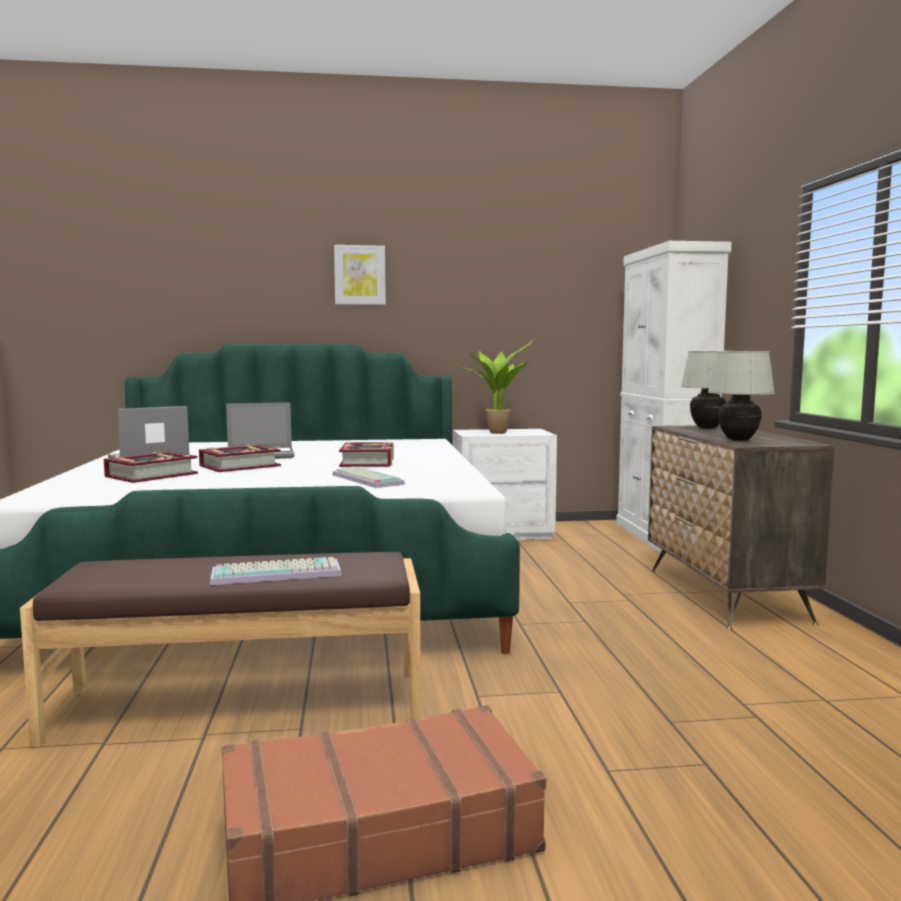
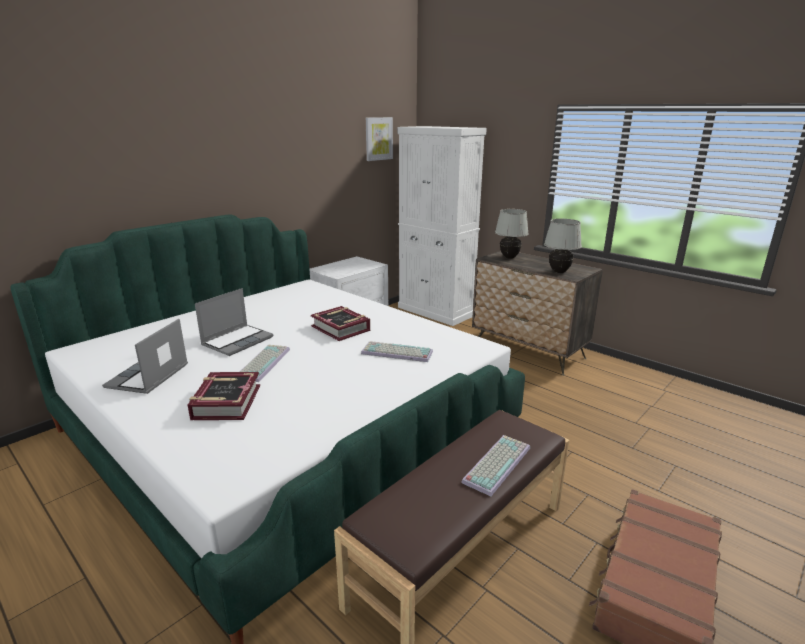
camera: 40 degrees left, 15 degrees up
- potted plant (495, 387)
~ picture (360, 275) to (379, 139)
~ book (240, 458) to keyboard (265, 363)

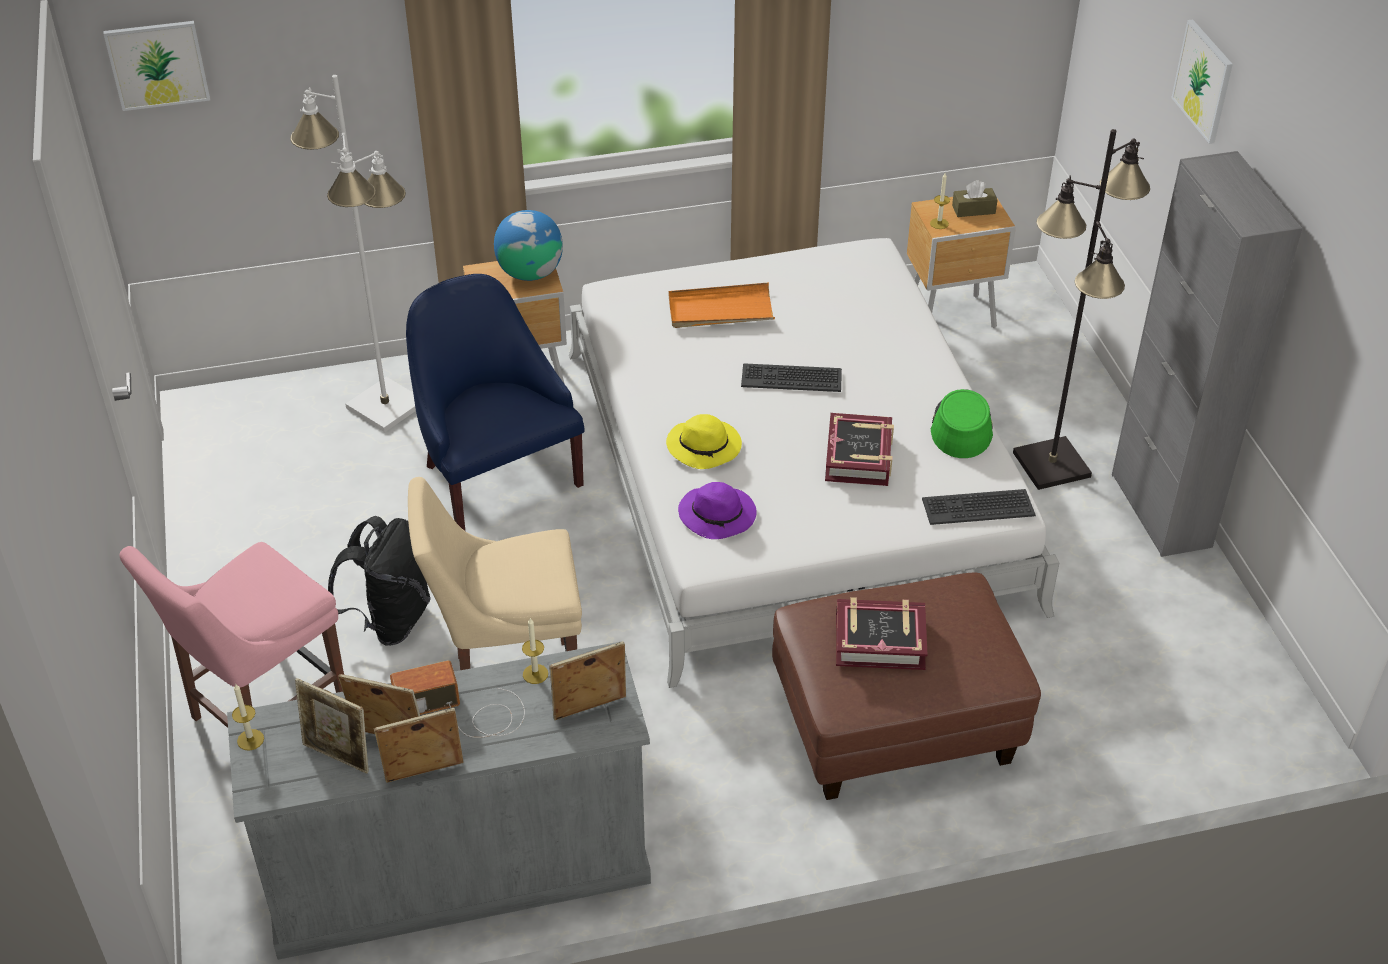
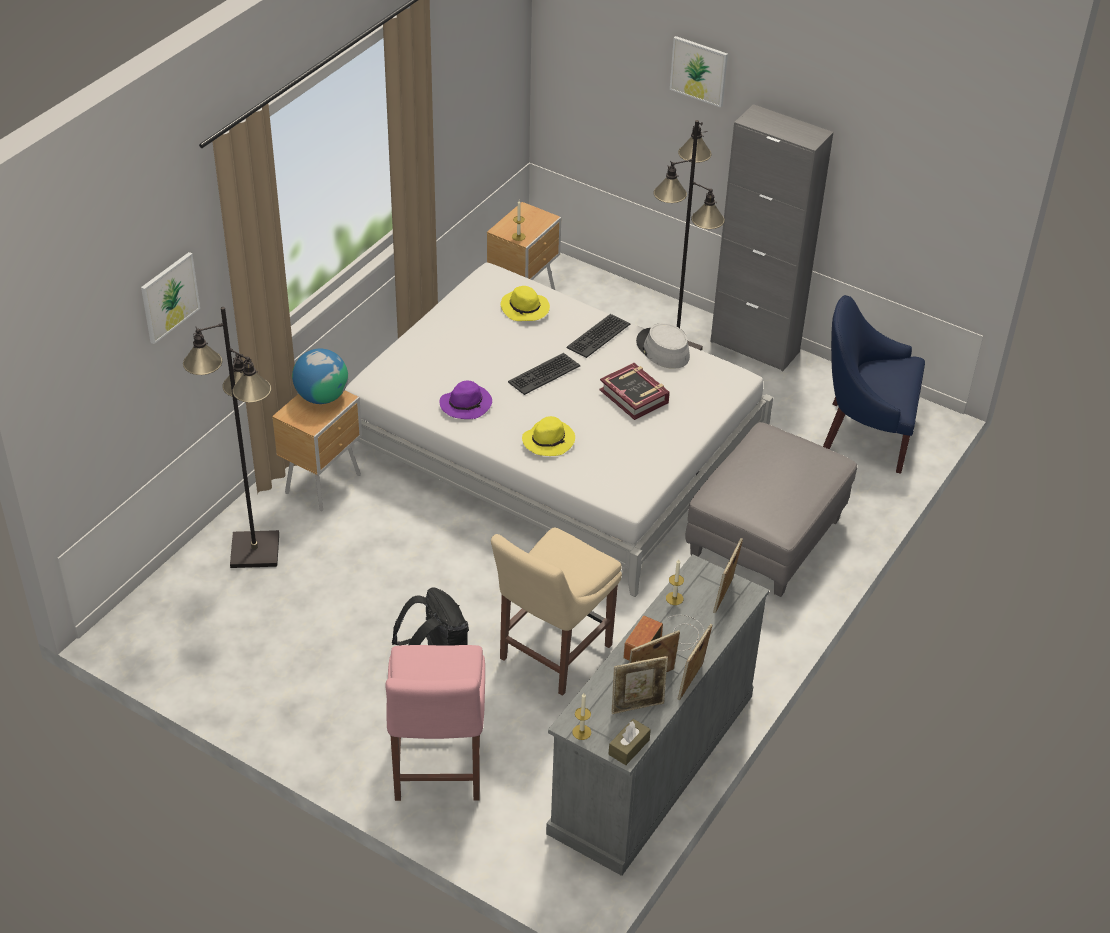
camera: 45 degrees left, 0 degrees up
- tray in orange (722, 305)
- book (882, 633)
+ hat in yellow (525, 303)
~ picture (156, 66) to (170, 298)
~ armchair in blue (495, 402) to (874, 384)
~ hat in purple (717, 510) to (465, 400)
~ keyboard (979, 507) to (598, 336)
~ tissue box in brown (975, 198) to (630, 742)
~ floor lamp in white (353, 253) to floor lamp in black (231, 437)
~ ottoman in brown (906, 686) to ottoman in grey (771, 509)
~ hat in green (962, 423) to hat in grey (663, 346)

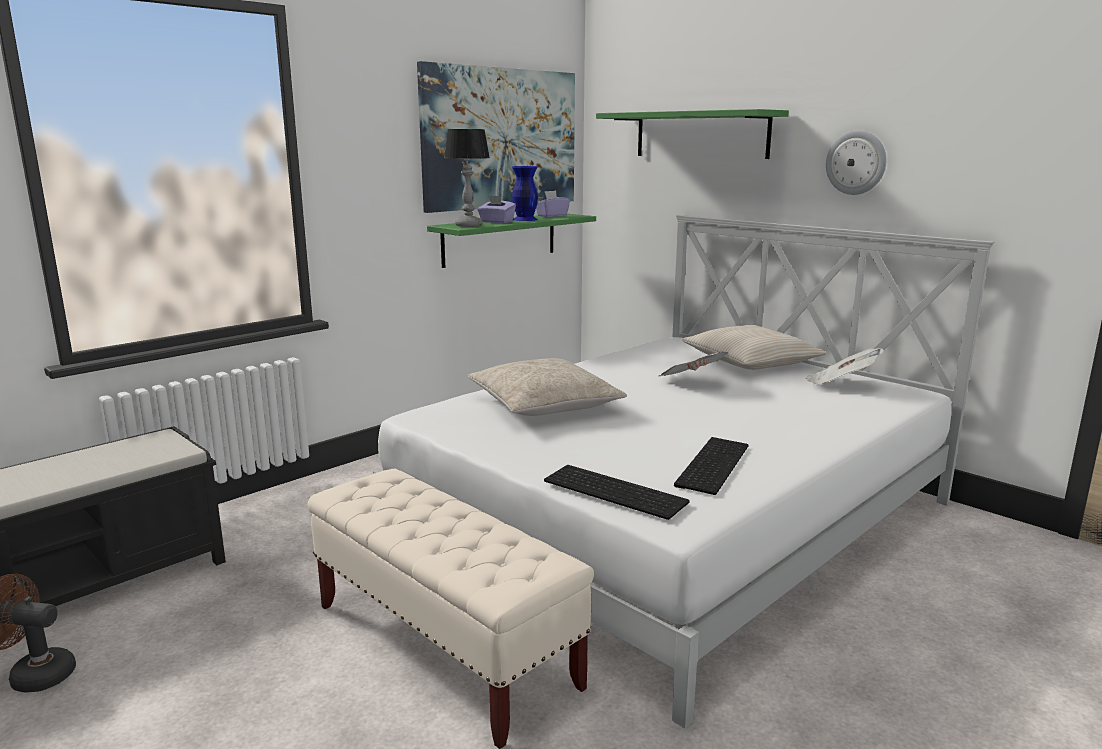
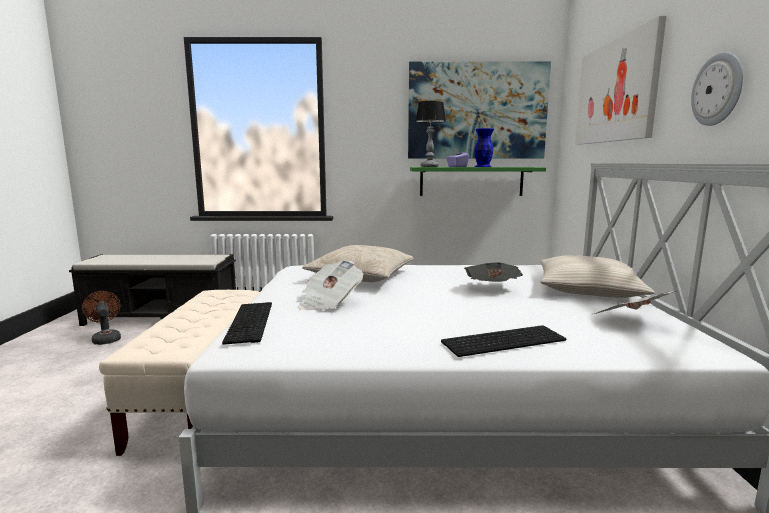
camera: 45 degrees right, 5 degrees down
- tissue box in purple (553, 204)
+ newspaper (330, 285)
~ keyboard (711, 466) to (503, 341)
~ shelf in green (692, 134) to picture (621, 80)

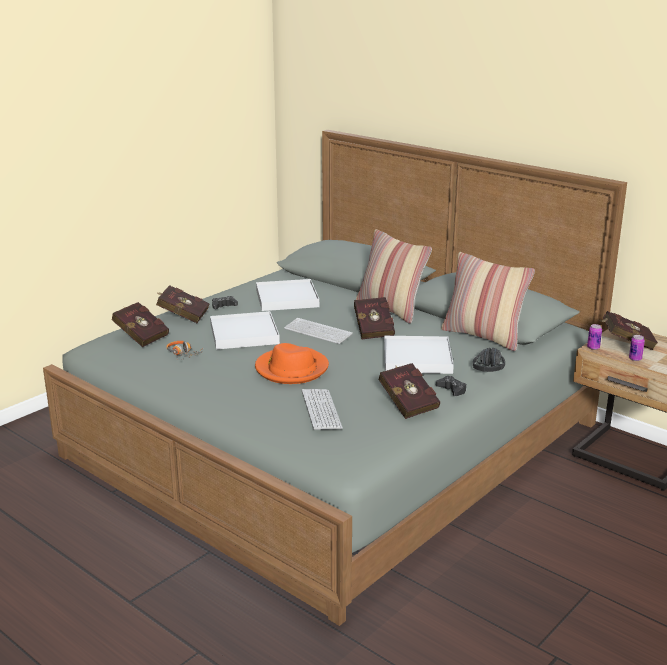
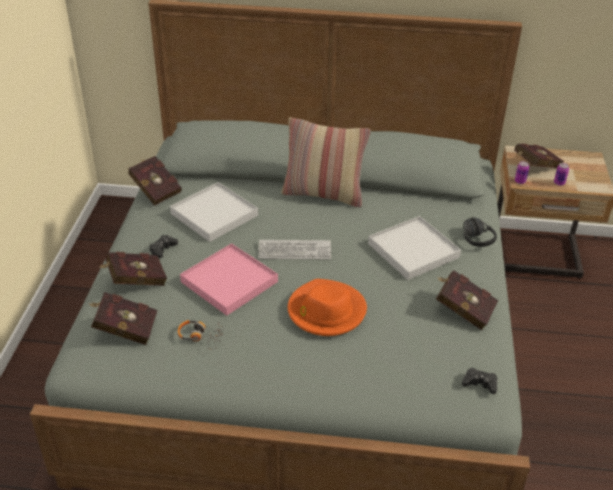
camera: 35 degrees left, 15 degrees up
- keyboard (322, 409)
- pillow (488, 301)
~ book in red (374, 318) to (155, 181)
~ game controller in black (451, 386) to (479, 381)
~ tray in white (245, 330) to tray in pink (229, 279)

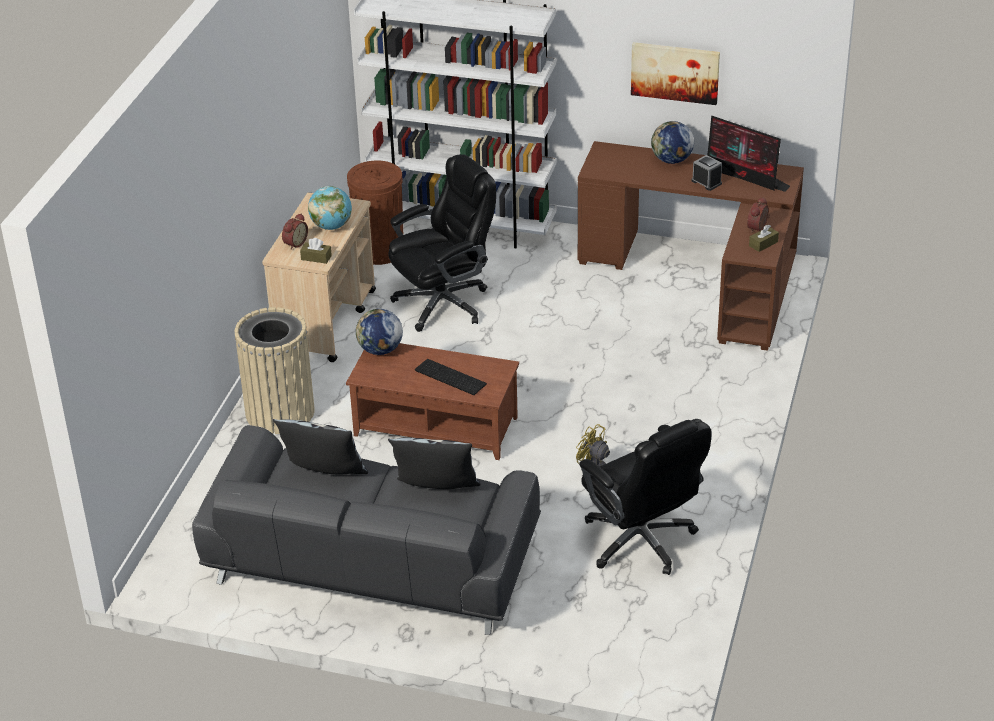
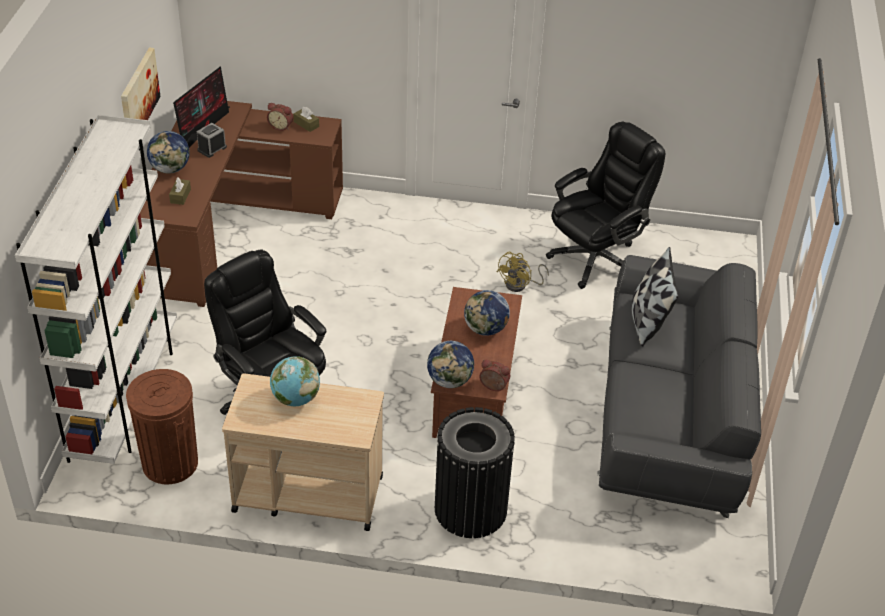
camera: 100 degrees left, 5 degrees up
- pillow (320, 447)
~ alarm clock (295, 231) to (495, 375)
~ tissue box in brown (316, 251) to (180, 191)
~ keyboard (451, 377) to globe (487, 313)
~ trash can in beige (275, 370) to trash can in black (475, 472)

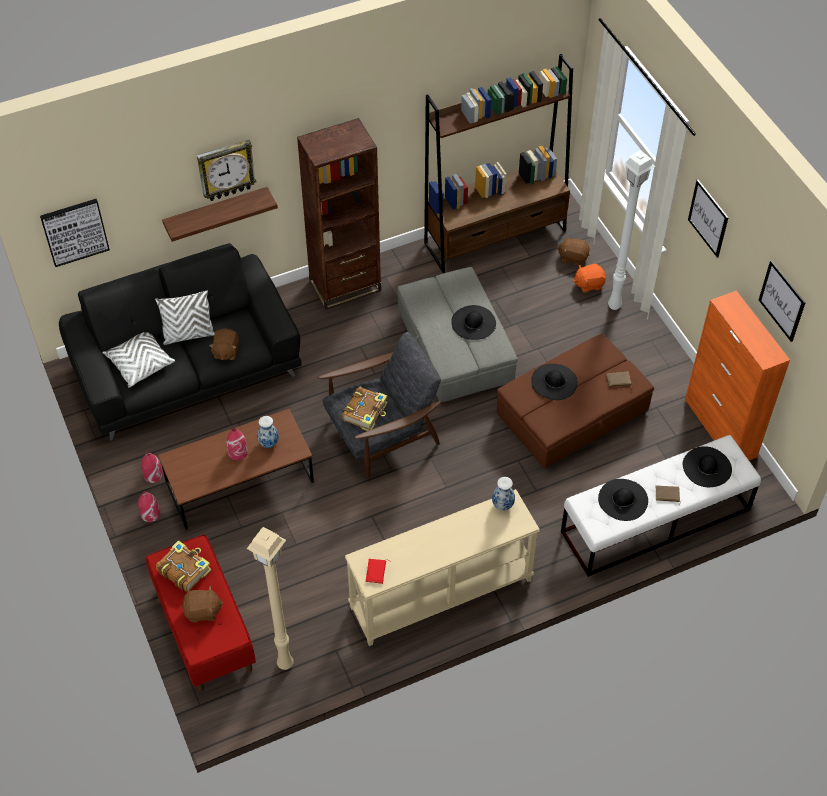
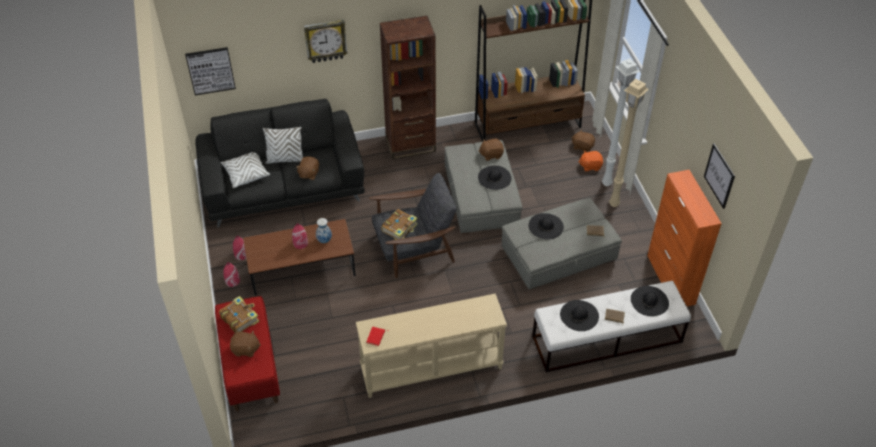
camera: 10 degrees right, 5 degrees down
- shelf (220, 214)
- vase (503, 494)
- picture (708, 219)
+ plush toy in brown (491, 149)
~ floor lamp in beige (270, 598) to (629, 143)
~ ottoman in brown (575, 401) to ottoman in grey (562, 244)

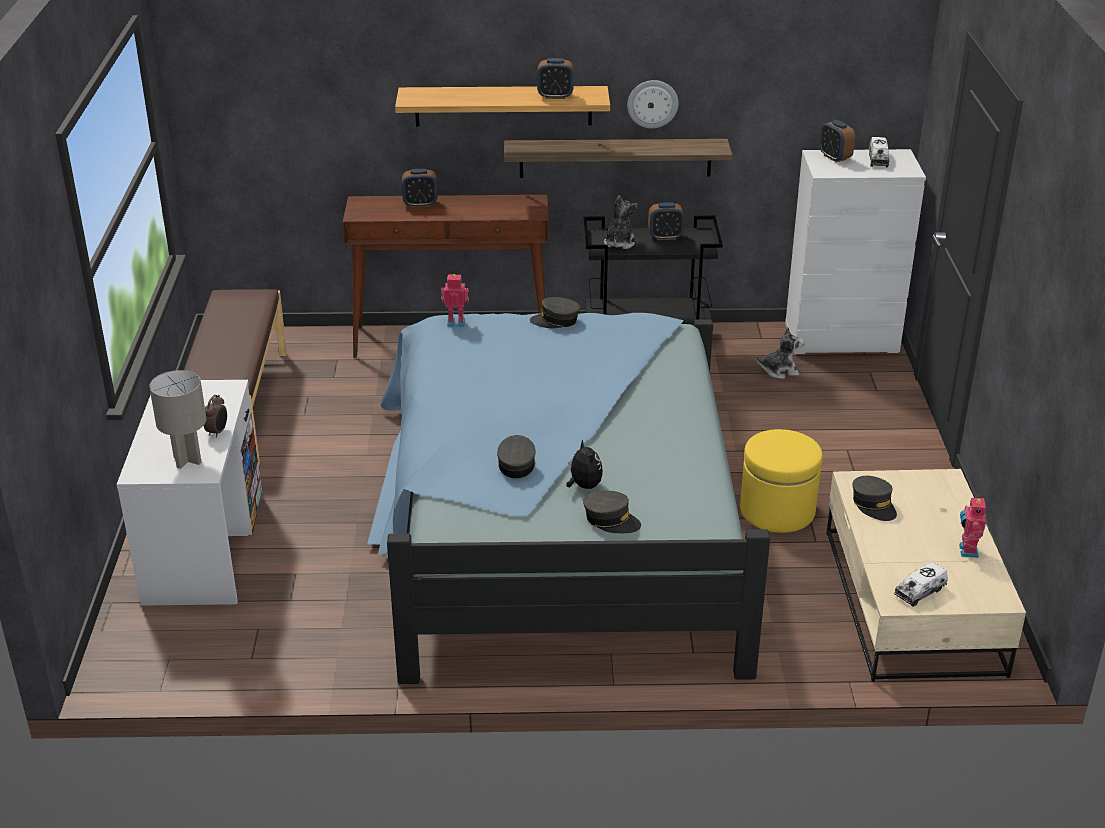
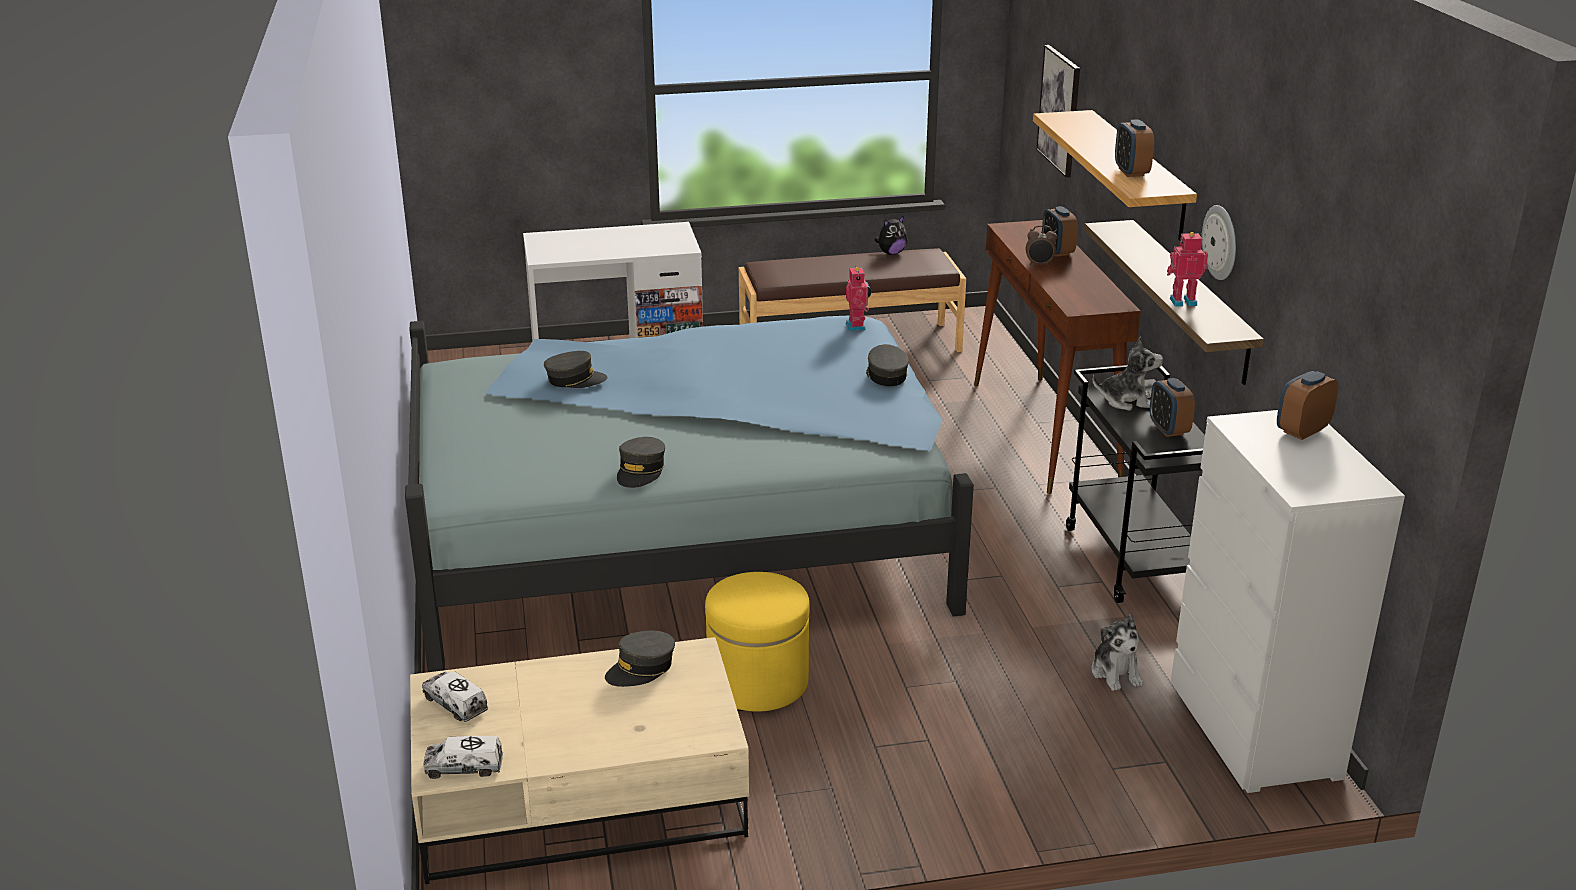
camera: 80 degrees right, 5 degrees down
- table lamp in grey (178, 419)
+ picture (1058, 111)
~ alarm clock (215, 416) to (1041, 246)
~ plush toy (584, 464) to (891, 235)
~ cap in grey (612, 511) to (641, 462)
~ toy truck (879, 152) to (463, 757)
~ toy robot (972, 527) to (1187, 269)

